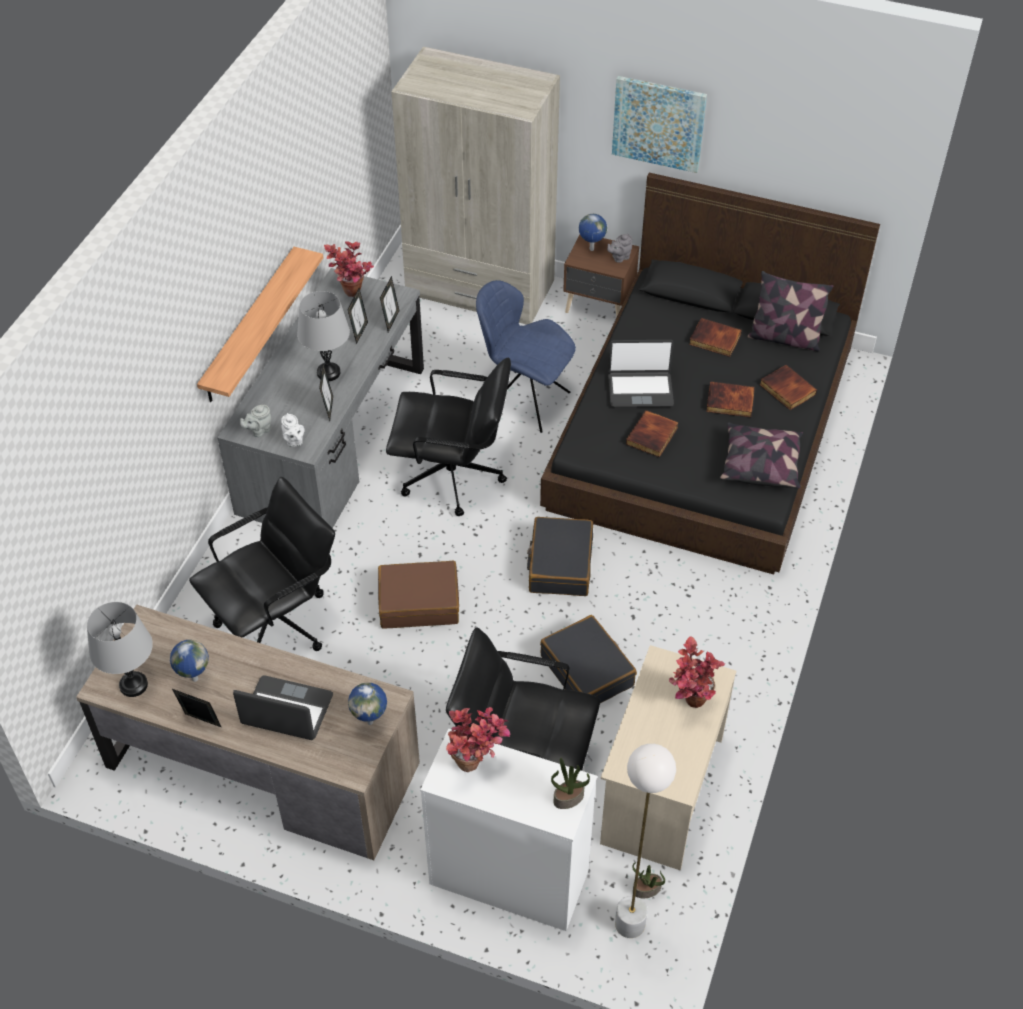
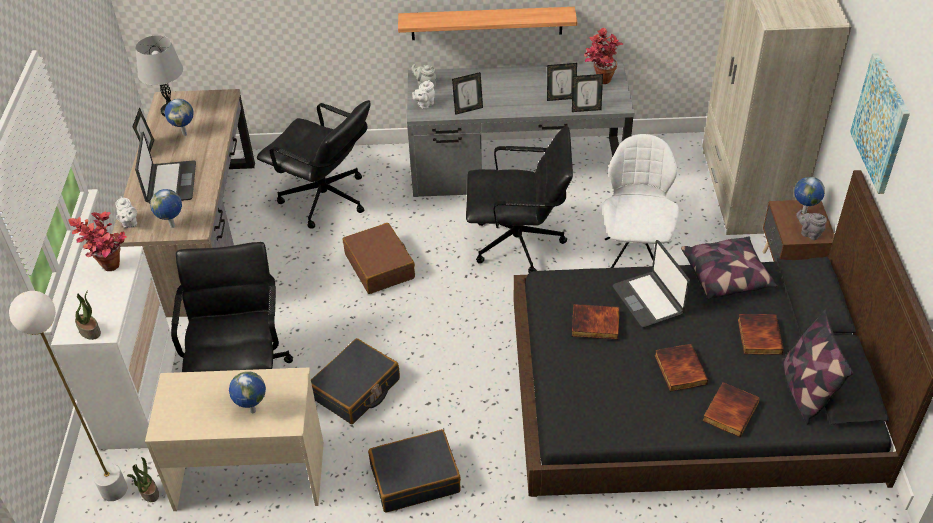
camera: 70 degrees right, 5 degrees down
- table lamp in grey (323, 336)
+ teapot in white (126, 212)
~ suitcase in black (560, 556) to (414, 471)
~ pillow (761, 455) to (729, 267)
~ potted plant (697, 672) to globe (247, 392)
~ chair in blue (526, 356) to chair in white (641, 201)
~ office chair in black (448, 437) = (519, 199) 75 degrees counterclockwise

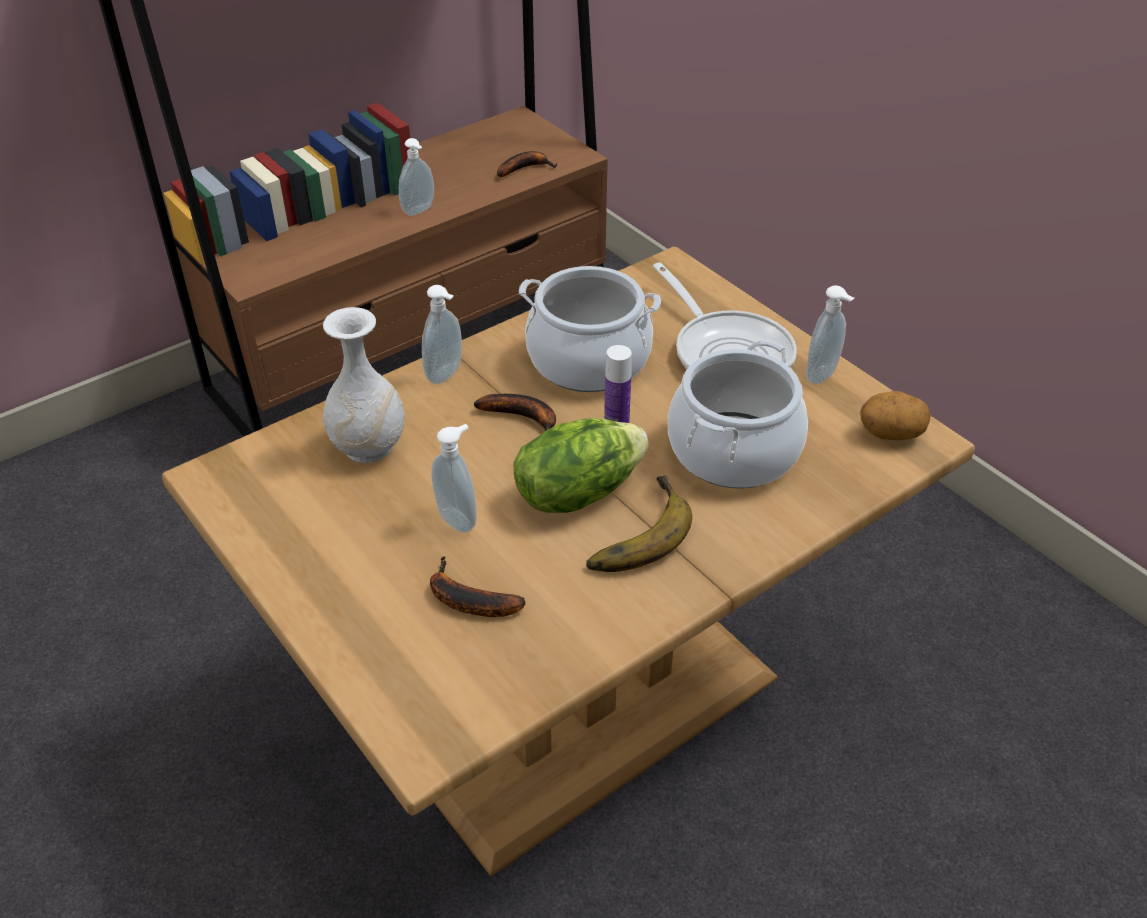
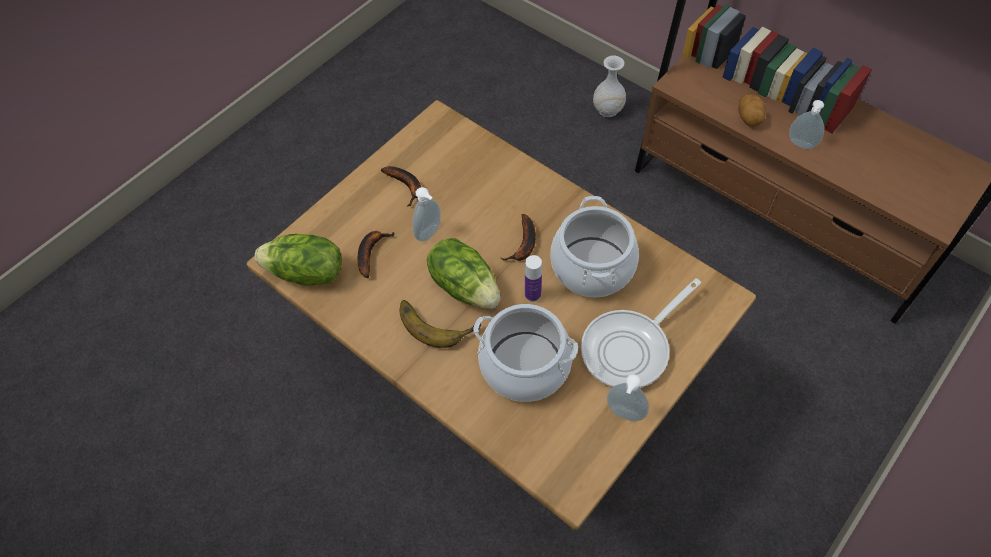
camera: 80 degrees right, 15 degrees up
- soap dispenser (442, 334)
+ lettuce (298, 259)
~ vase in white (364, 385) to (609, 86)
~ banana (527, 164) to (401, 186)
~ potato (895, 415) to (752, 110)

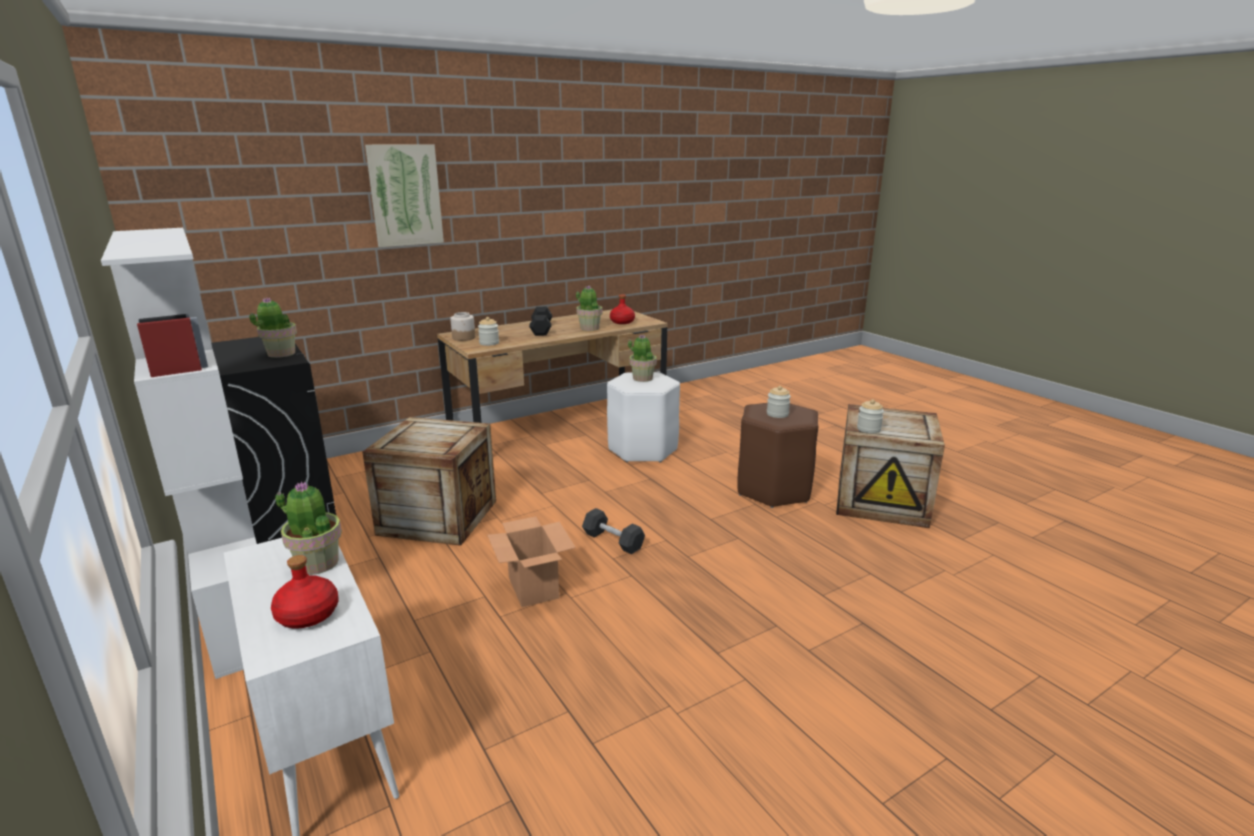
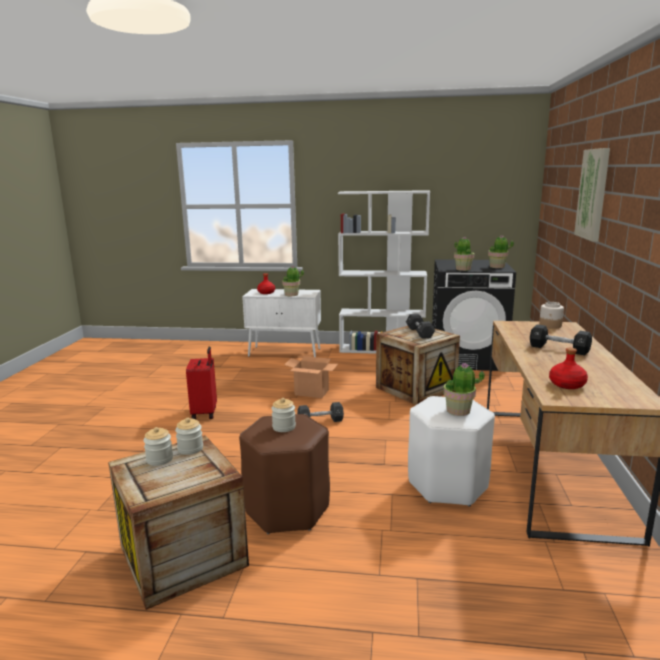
camera: 130 degrees right, 5 degrees down
+ suitcase in red (201, 383)
+ dumbbell in black (420, 326)
~ jar (488, 331) to (158, 446)
~ potted plant (589, 308) to (501, 251)

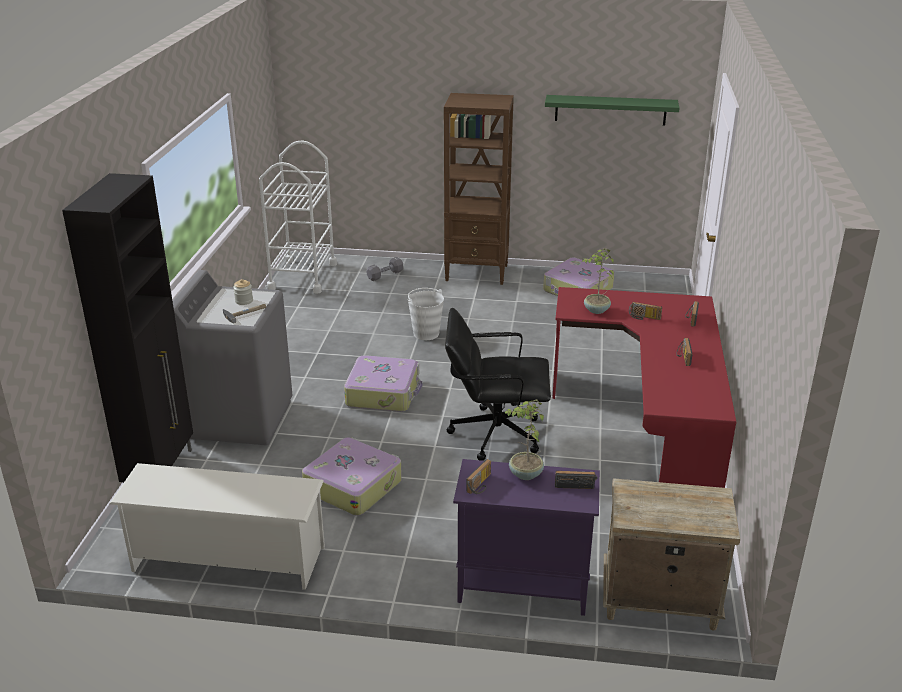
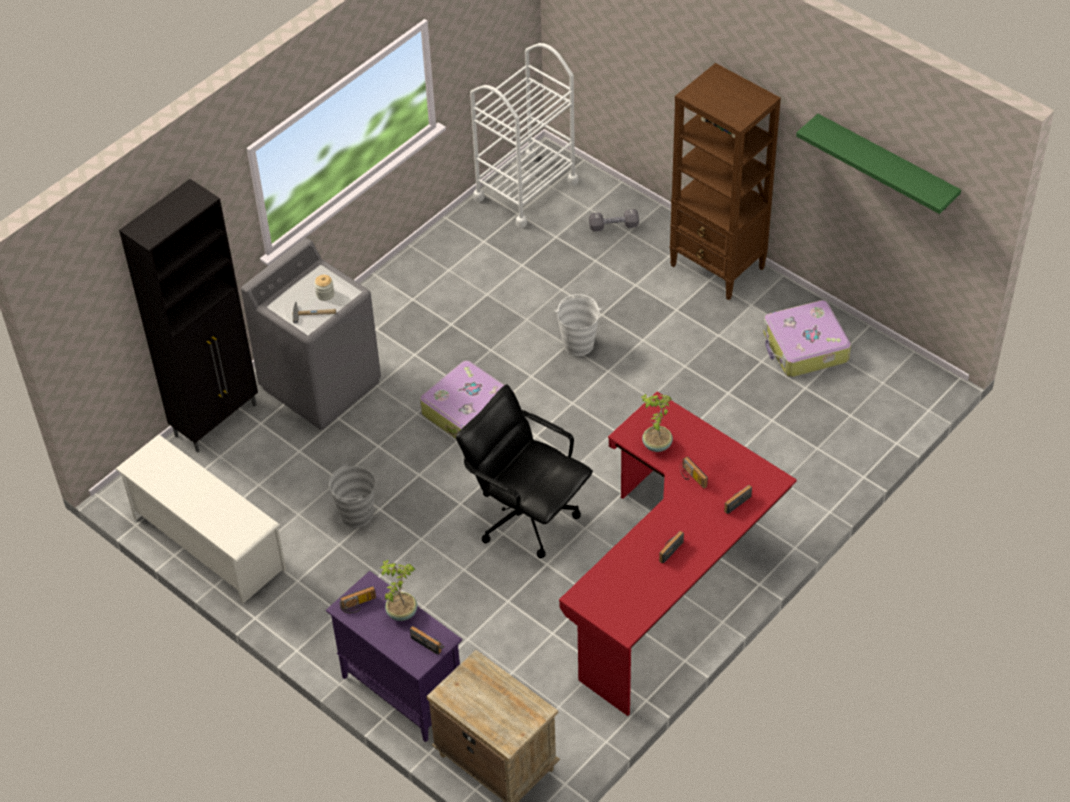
camera: 35 degrees right, 20 degrees up
~ suitcase (352, 476) to bucket in grey (352, 495)

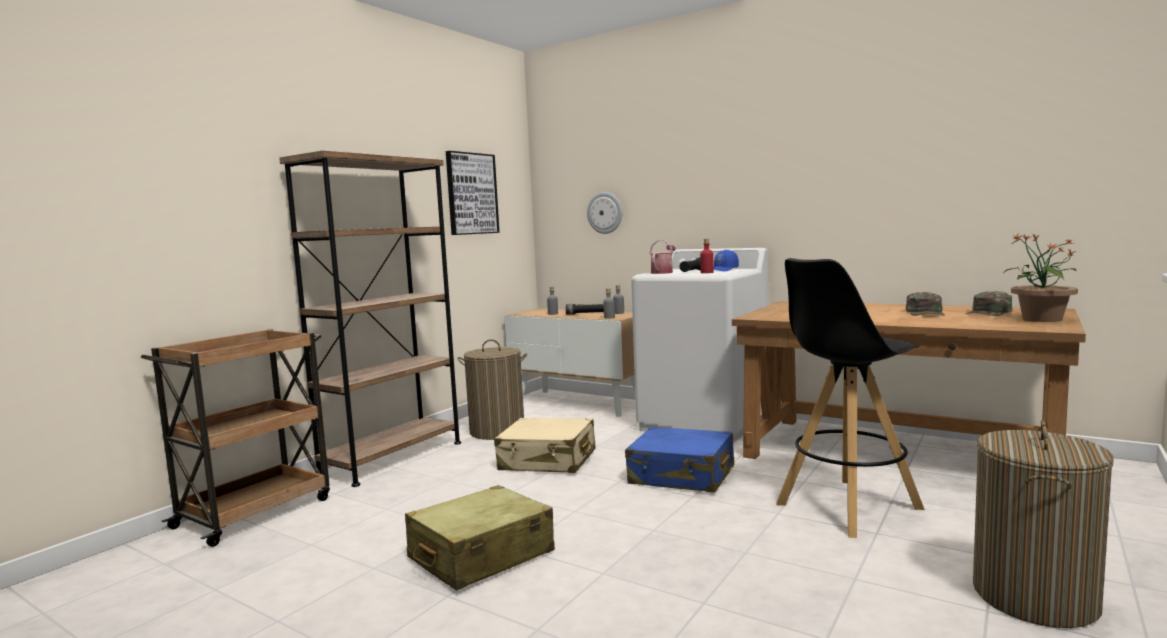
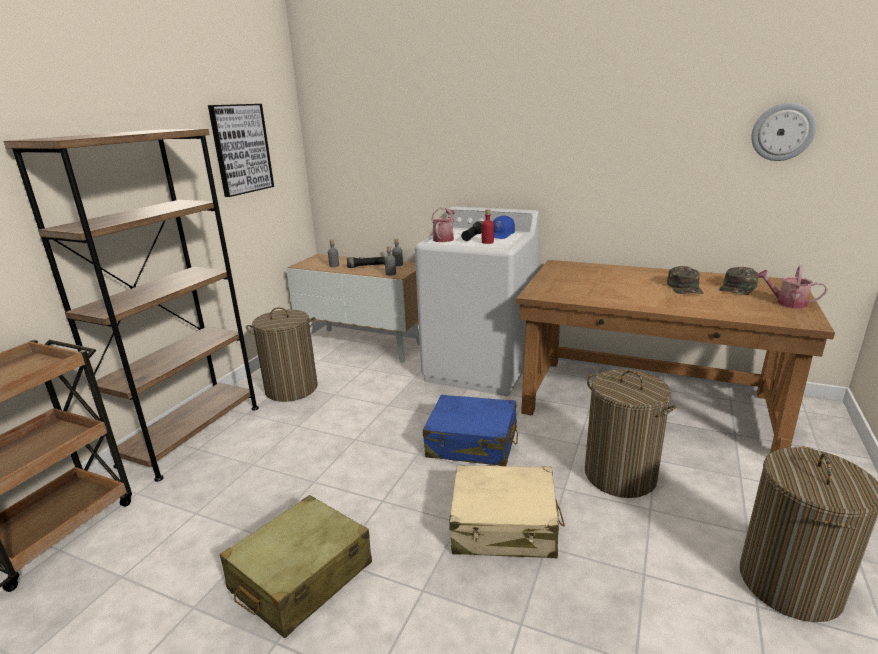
camera: 10 degrees left, 15 degrees up
~ suitcase in beige (544, 445) to (507, 511)
~ wall clock (604, 213) to (783, 132)
~ stool in black (850, 398) to laundry basket (630, 433)
~ potted plant (1041, 277) to watering can (792, 286)

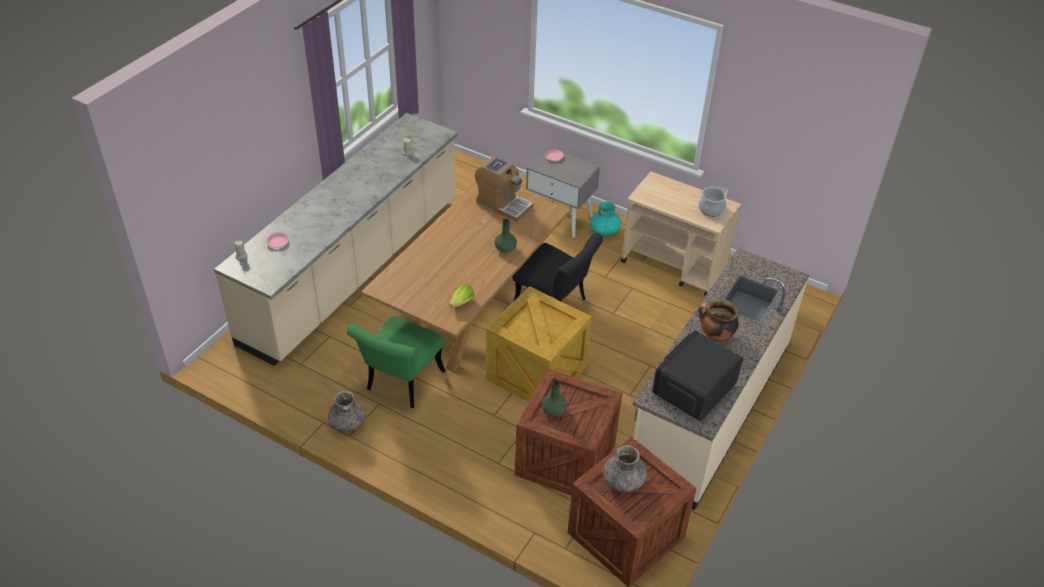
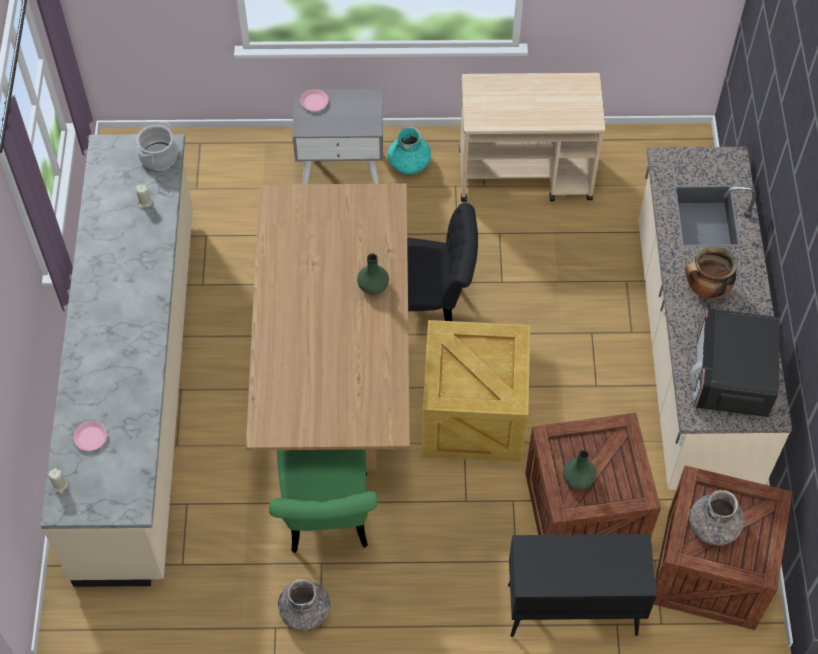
camera: 30 degrees left, 15 degrees up
- lettuce (461, 295)
- coffee machine (504, 189)
+ cabinet in black (582, 585)
~ cooking pot (713, 202) to (157, 146)

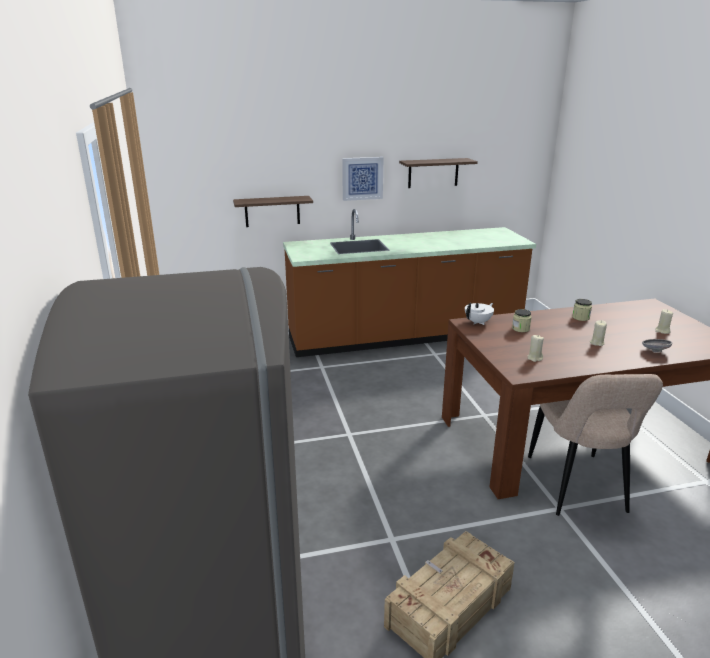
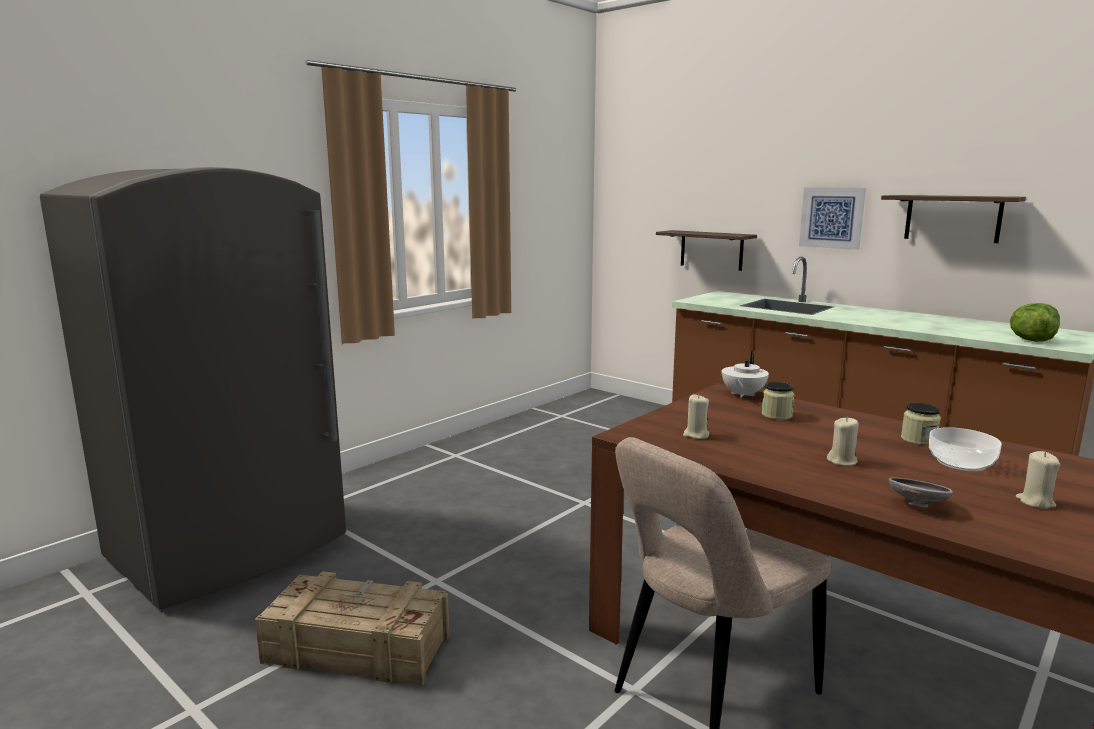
camera: 55 degrees right, 10 degrees down
+ bowl (965, 449)
+ lettuce (1035, 322)
~ teapot in white (479, 314) = (745, 374) 105 degrees clockwise

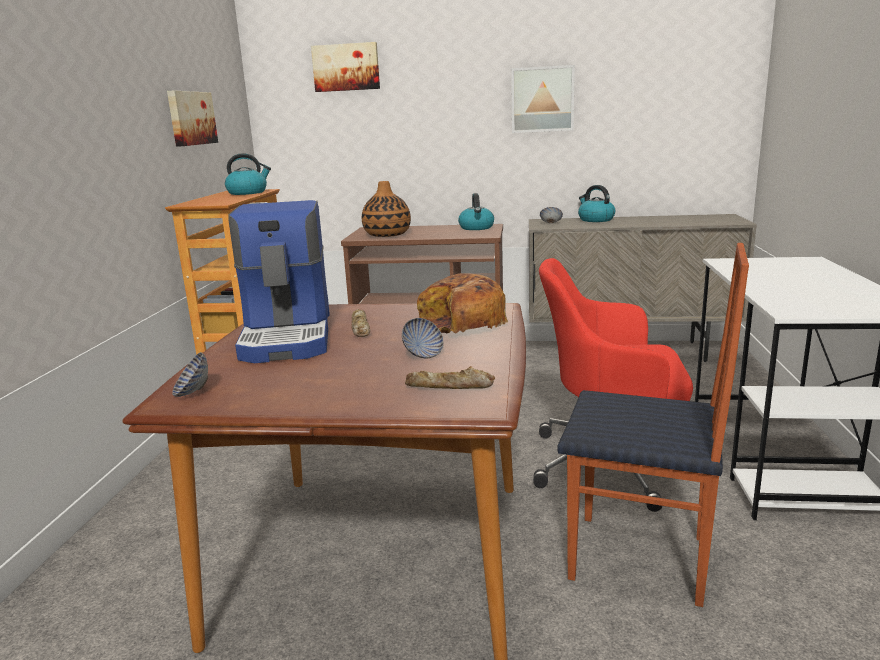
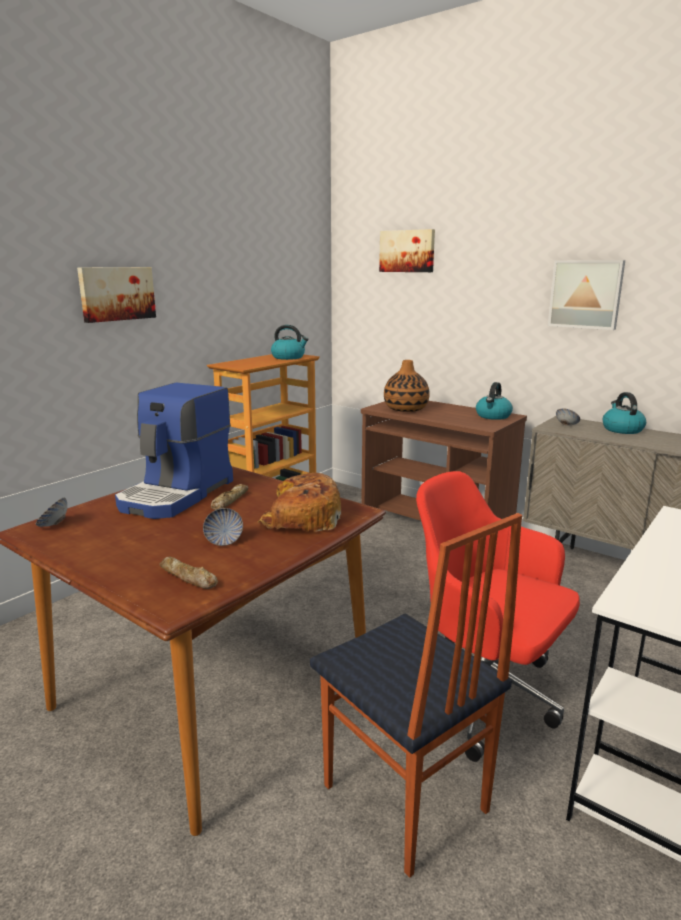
camera: 30 degrees right, 0 degrees up
~ picture (192, 118) to (116, 295)

